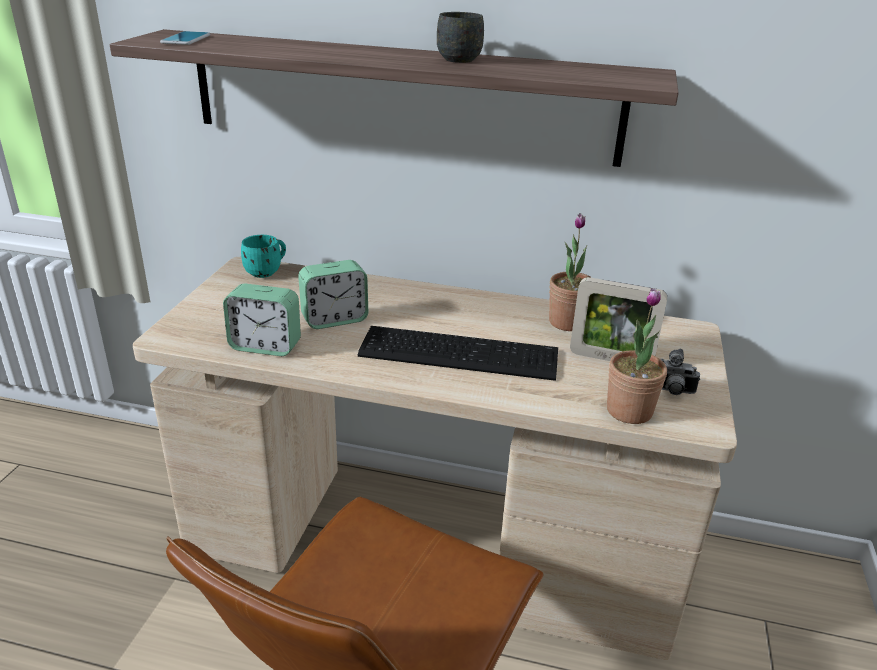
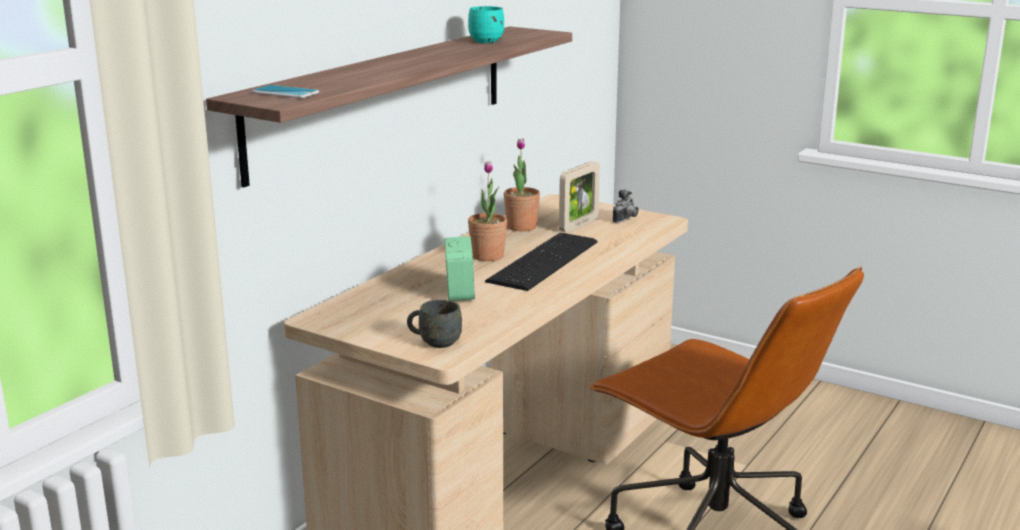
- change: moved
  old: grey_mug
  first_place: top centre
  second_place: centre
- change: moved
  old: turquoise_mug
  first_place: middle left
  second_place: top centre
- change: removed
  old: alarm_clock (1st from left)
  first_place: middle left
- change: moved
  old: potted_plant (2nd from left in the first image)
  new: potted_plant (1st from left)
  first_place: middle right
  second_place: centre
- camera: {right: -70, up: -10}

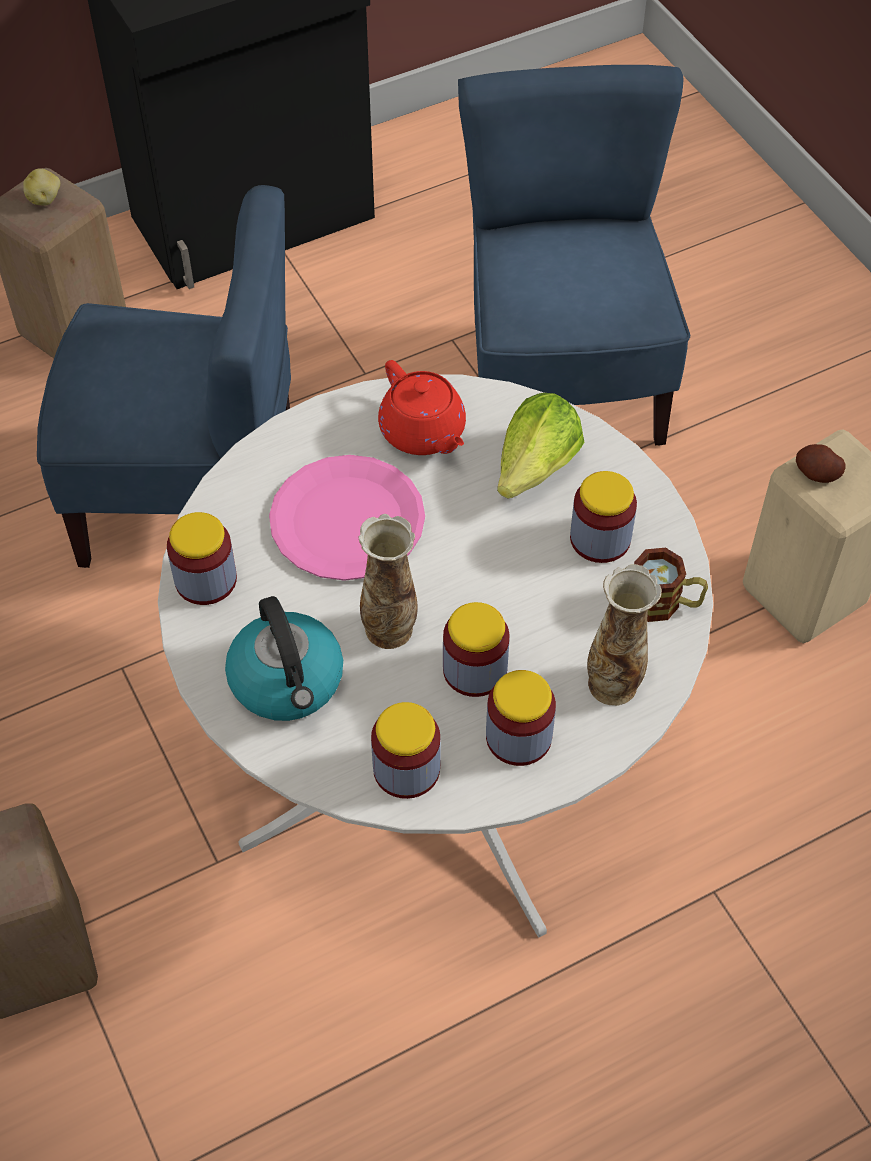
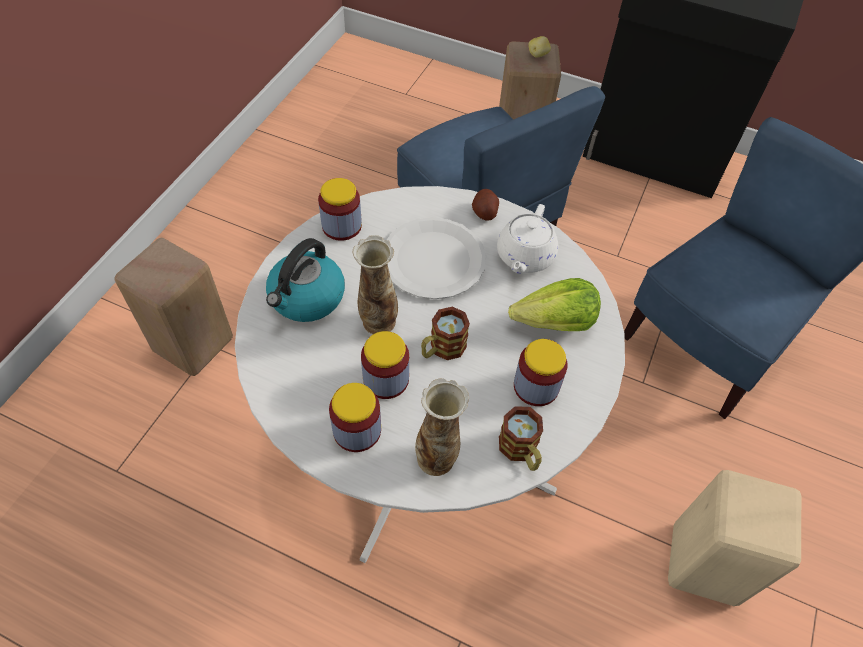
- change: recoloured
  old: red_teapot
  new: white_teapot
  first_place: centre
  second_place: centre
- change: moved
  old: potato (2nd from left in the first image)
  new: potato (1st from left)
  first_place: middle right
  second_place: top centre
- change: recoloured
  old: pink_plate
  new: white_plate
  first_place: centre
  second_place: centre
- change: removed
  old: jar (2nd from left)
  first_place: centre
- change: added
  new: mug (1st from left)
  second_place: centre
- camera: {right: 50, up: 0}

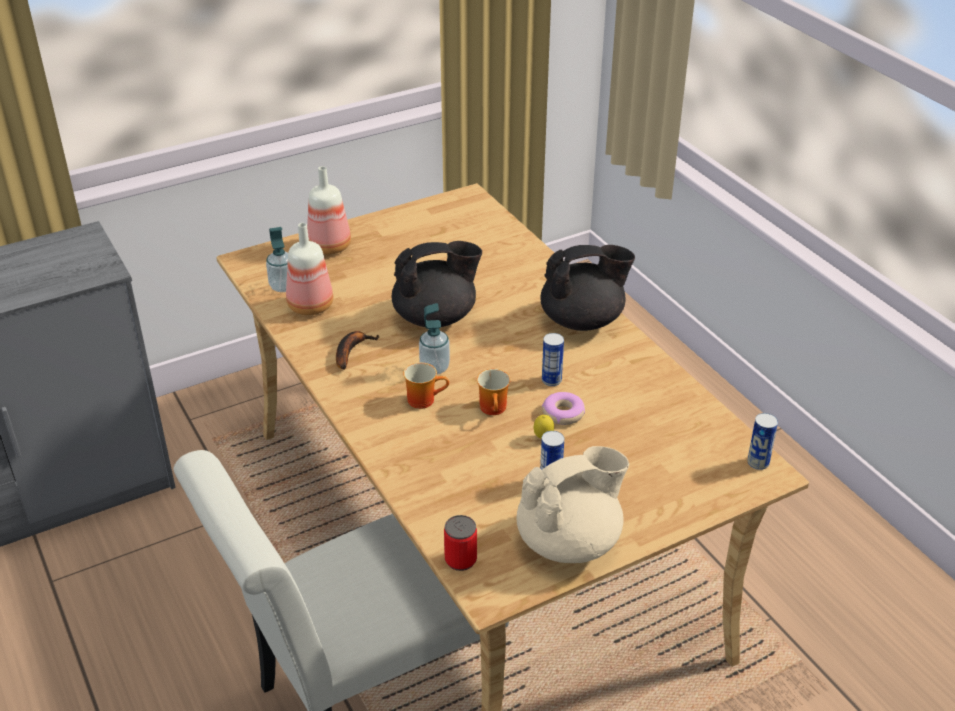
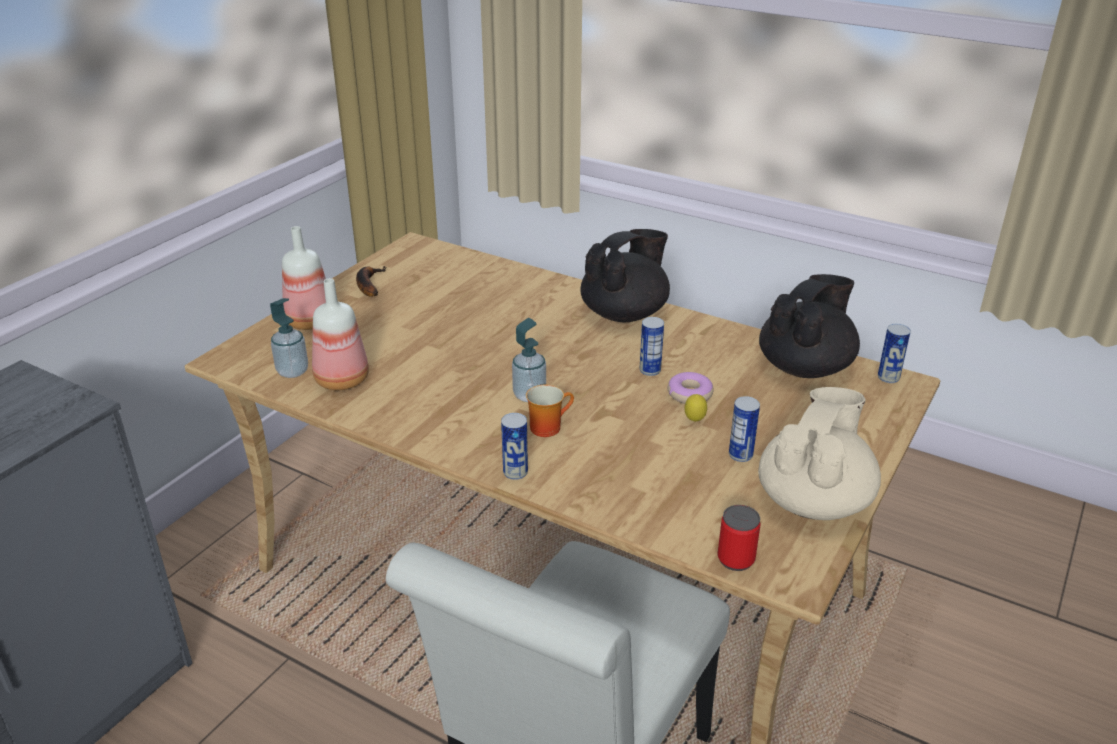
- change: moved
  old: black_teapot (1st from left in the first image)
  new: black_teapot (2nd from left)
  first_place: centre
  second_place: middle right
- change: moved
  old: banana
  first_place: centre
  second_place: middle left
- change: removed
  old: mug (2nd from left)
  first_place: centre
- change: added
  new: can (1st from left)
  second_place: centre
- camera: {right: -30, up: -5}

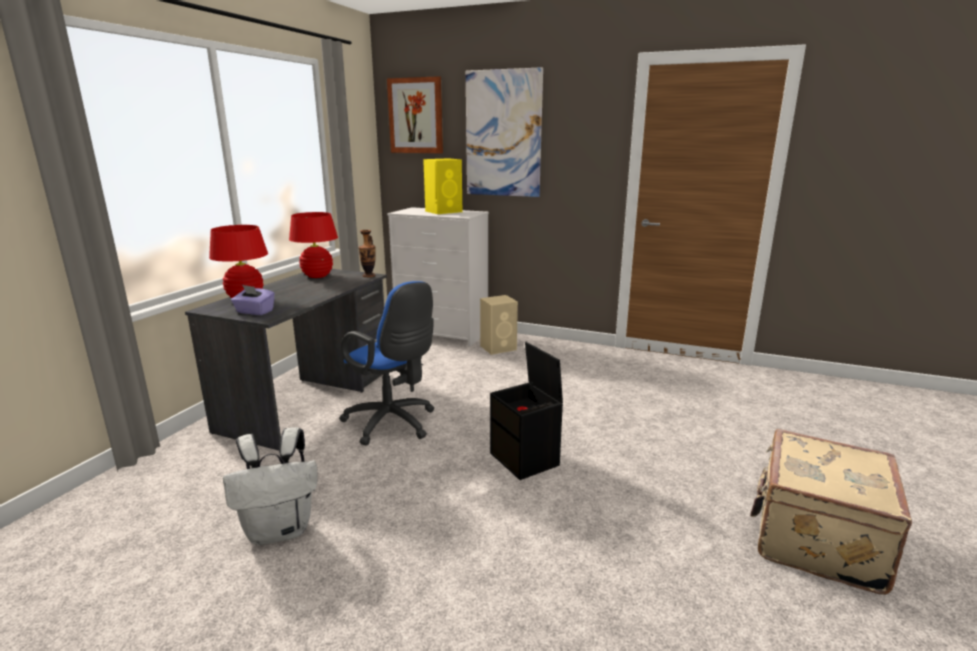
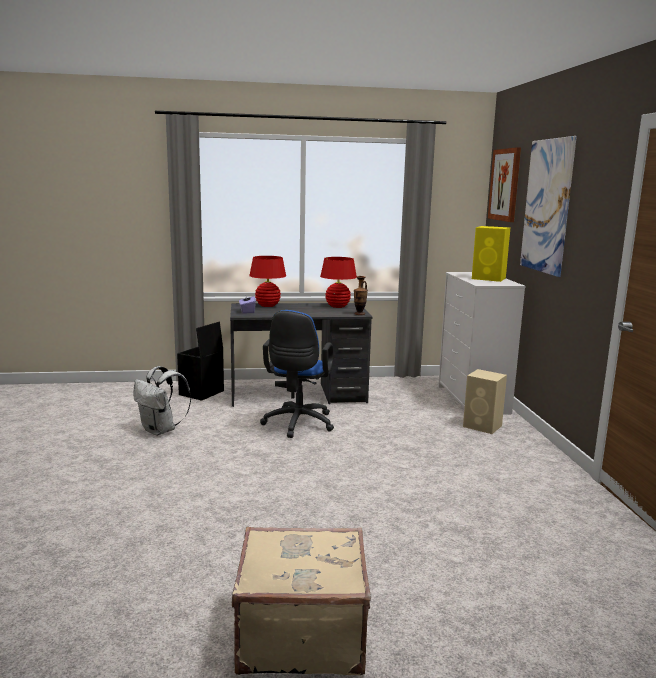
- change: moved
  old: black_storage_box
  first_place: centre
  second_place: middle left
- camera: {right: 60, up: -5}

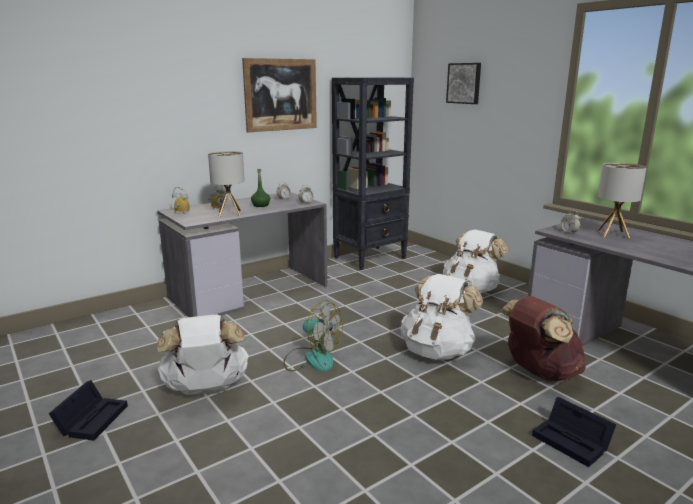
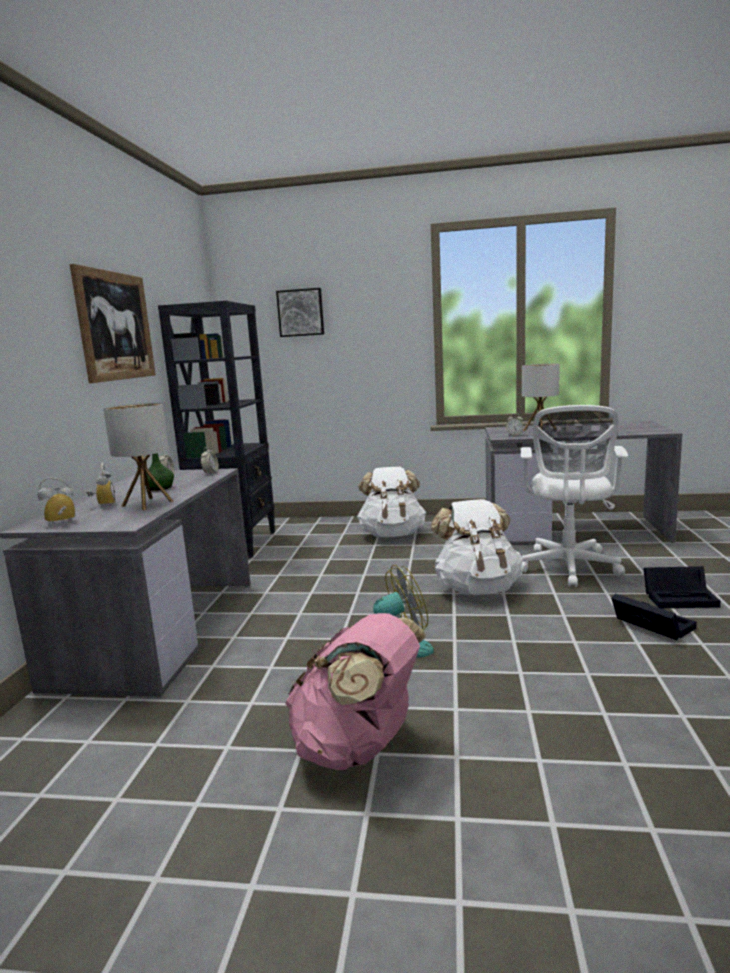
- change: replaced
  old: brown_backpack
  new: white_office_chair
  first_place: bottom right
  second_place: middle right
- change: recoloured
  old: white_backpack (1st from left)
  new: pink_backpack
  first_place: bottom left
  second_place: bottom centre
- change: moved
  old: black_storage_box (1st from left)
  first_place: bottom left
  second_place: middle right
- camera: {right: -45, up: -5}

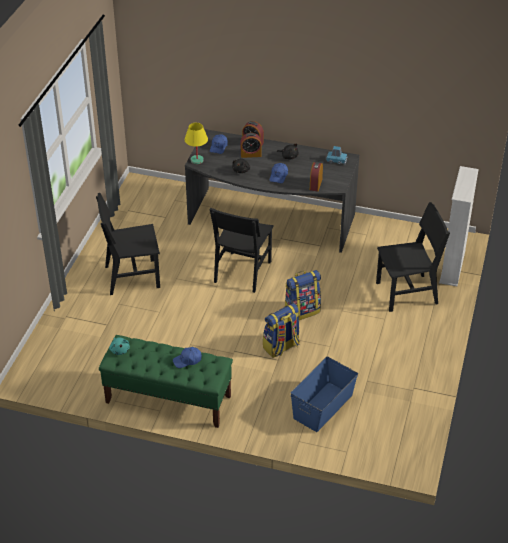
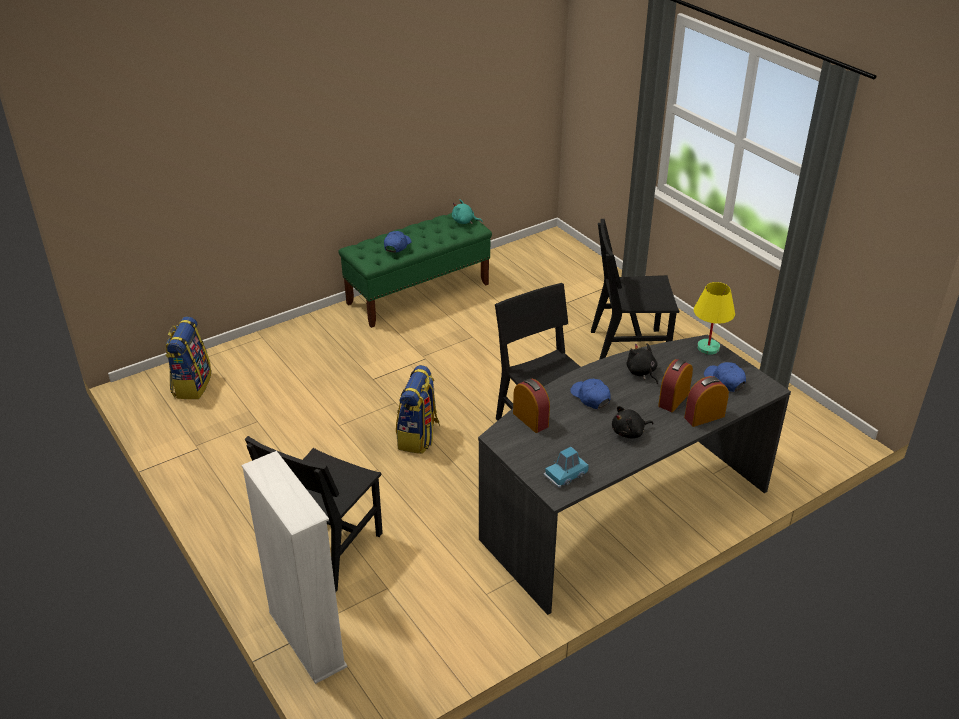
- change: turned
  old: black_chair (1st from left in the first image)
  first_place: middle left
  second_place: centre
  degrees: -120
- change: moved
  old: backpack (1st from left)
  first_place: centre
  second_place: middle left
- change: removed
  old: blue_storage_box
  first_place: bottom centre
- camera: {right: 130, up: -5}

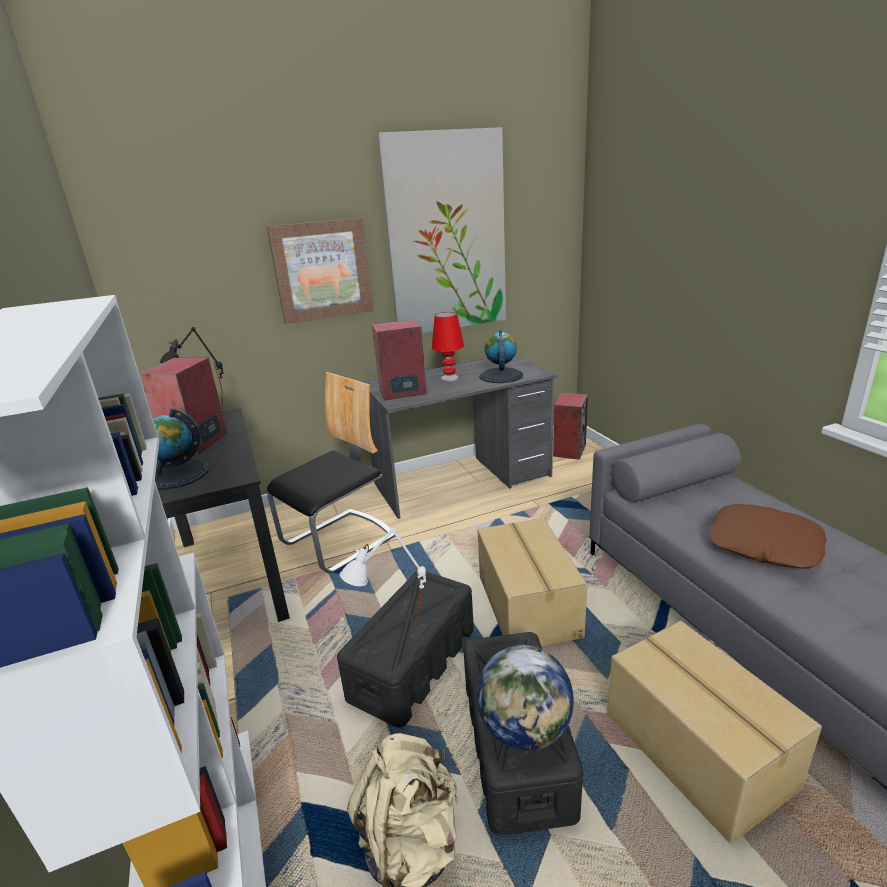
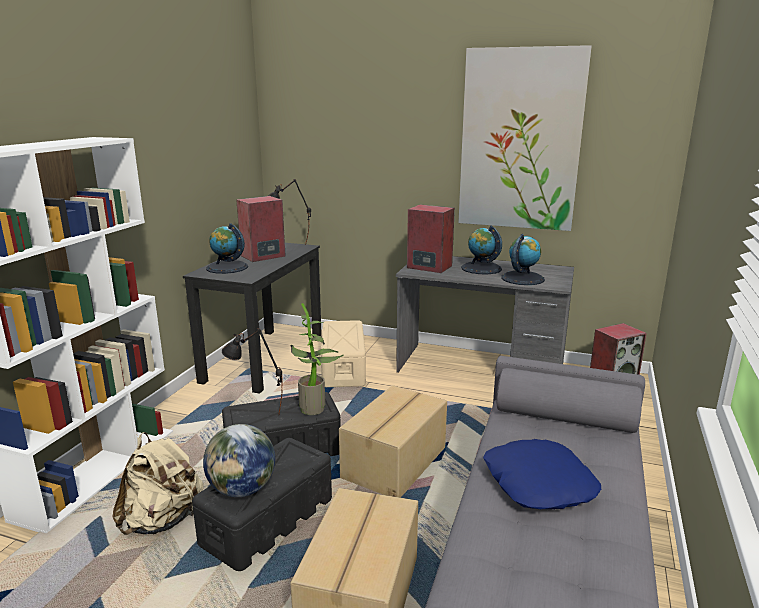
- change: removed
  old: picture (1st from left)
  first_place: top centre
- change: replaced
  old: red_table_lamp
  new: globe (3rd from left)
  first_place: centre
  second_place: centre
- change: replaced
  old: chair
  new: beige_storage_box
  first_place: centre
  second_place: centre
- change: recoloured
  old: brown_pillow
  new: blue_pillow
  first_place: middle right
  second_place: bottom right
- change: recoloured
  old: white_table_lamp
  new: black_table_lamp (1st from left)
  first_place: centre
  second_place: middle left
- change: added
  new: potted_plant
  second_place: centre
- camera: {right: 40, up: -5}

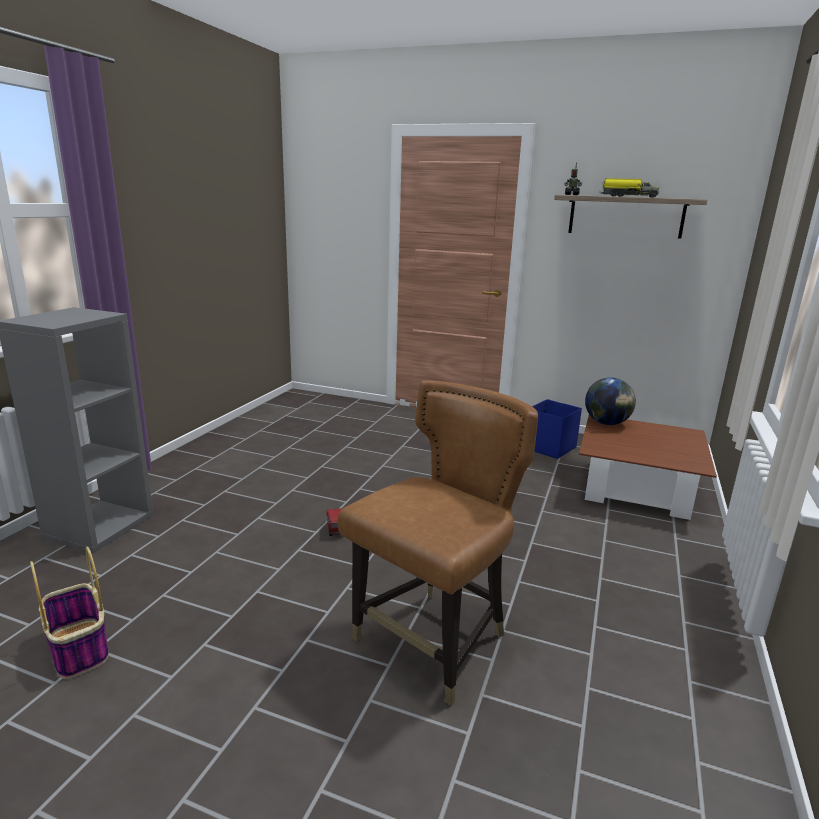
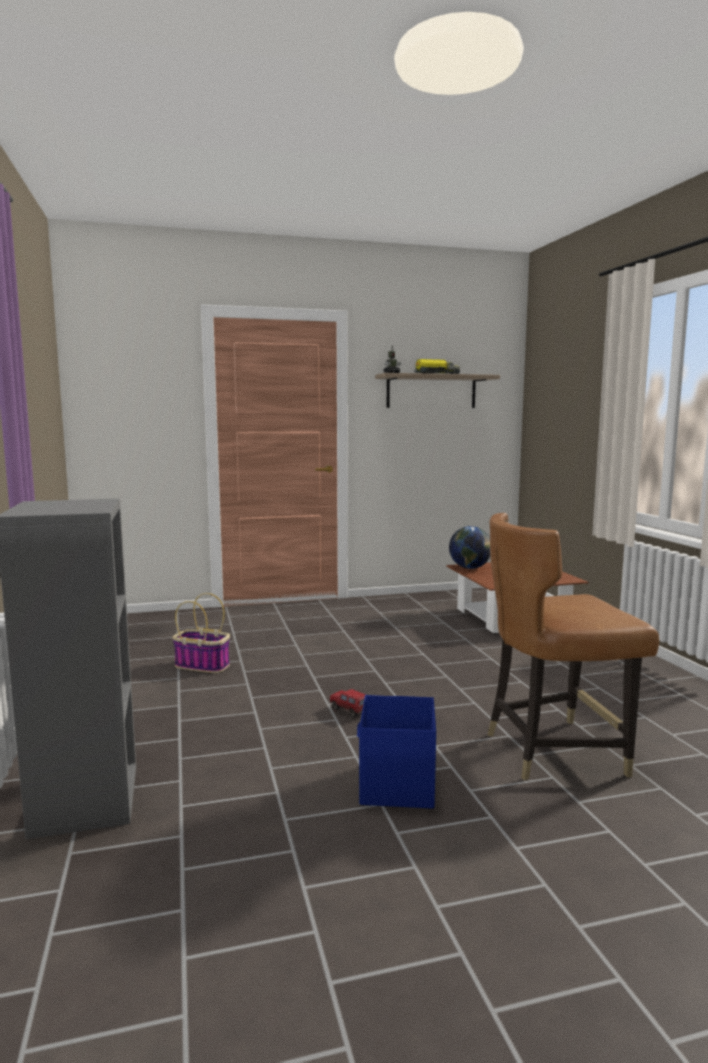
- change: turned
  old: brown_chair
  first_place: centre
  second_place: middle right
  degrees: -105
- change: moved
  old: blue_storage_box
  first_place: middle right
  second_place: bottom centre
- change: moved
  old: basket
  first_place: bottom left
  second_place: middle left
- camera: {right: -35, up: -10}

